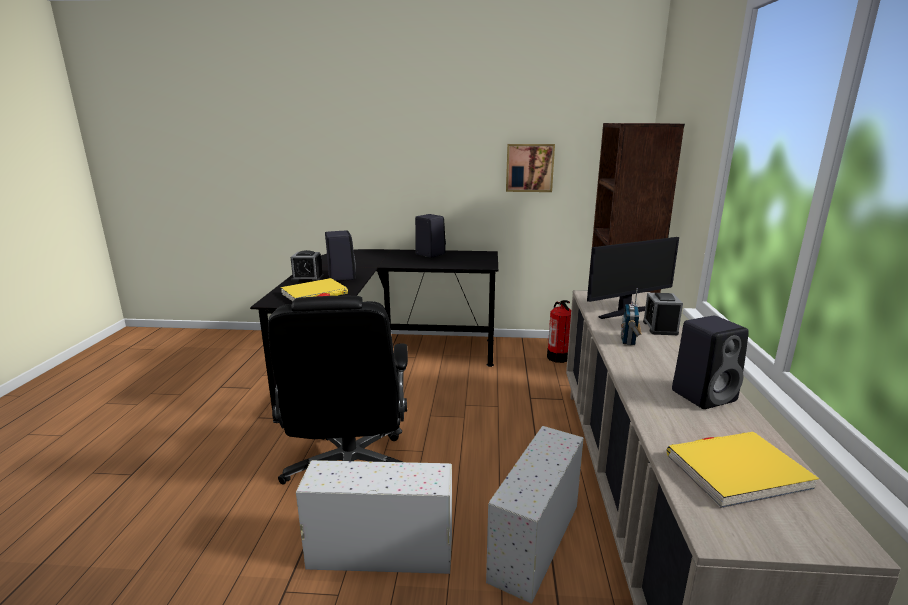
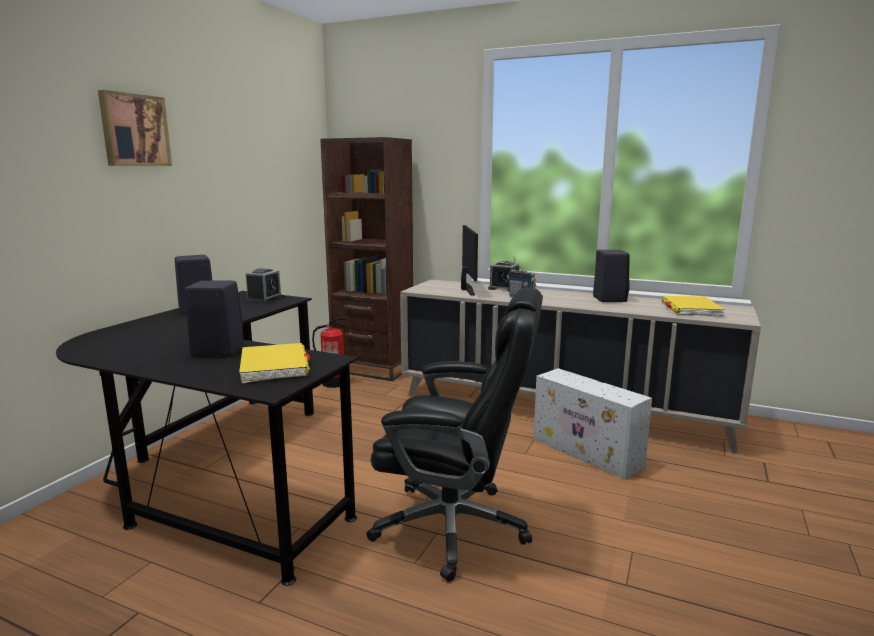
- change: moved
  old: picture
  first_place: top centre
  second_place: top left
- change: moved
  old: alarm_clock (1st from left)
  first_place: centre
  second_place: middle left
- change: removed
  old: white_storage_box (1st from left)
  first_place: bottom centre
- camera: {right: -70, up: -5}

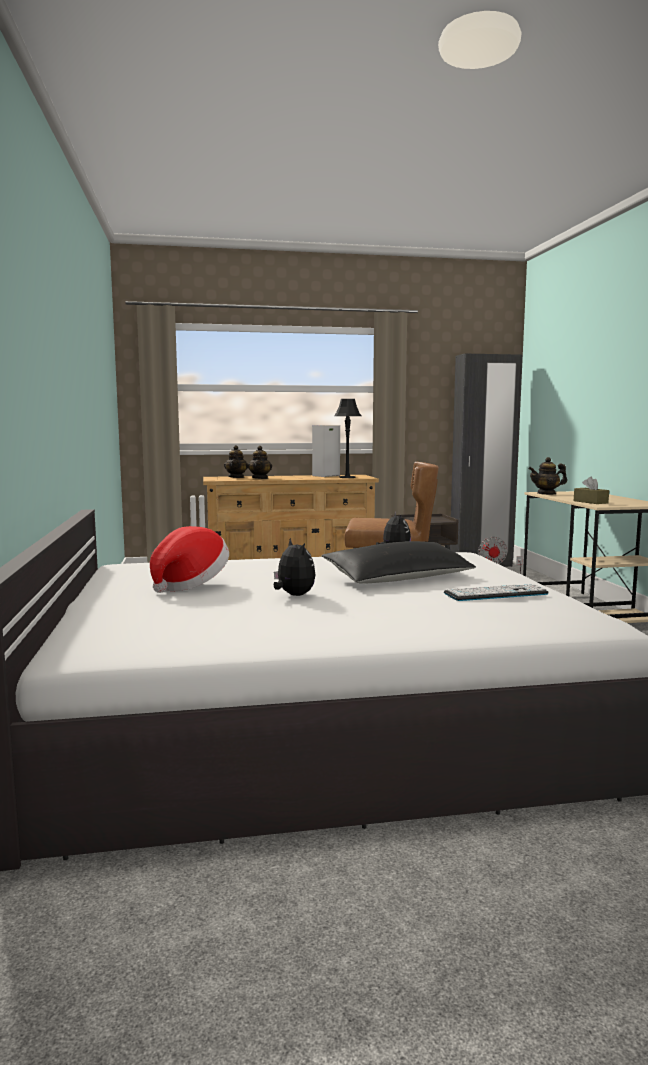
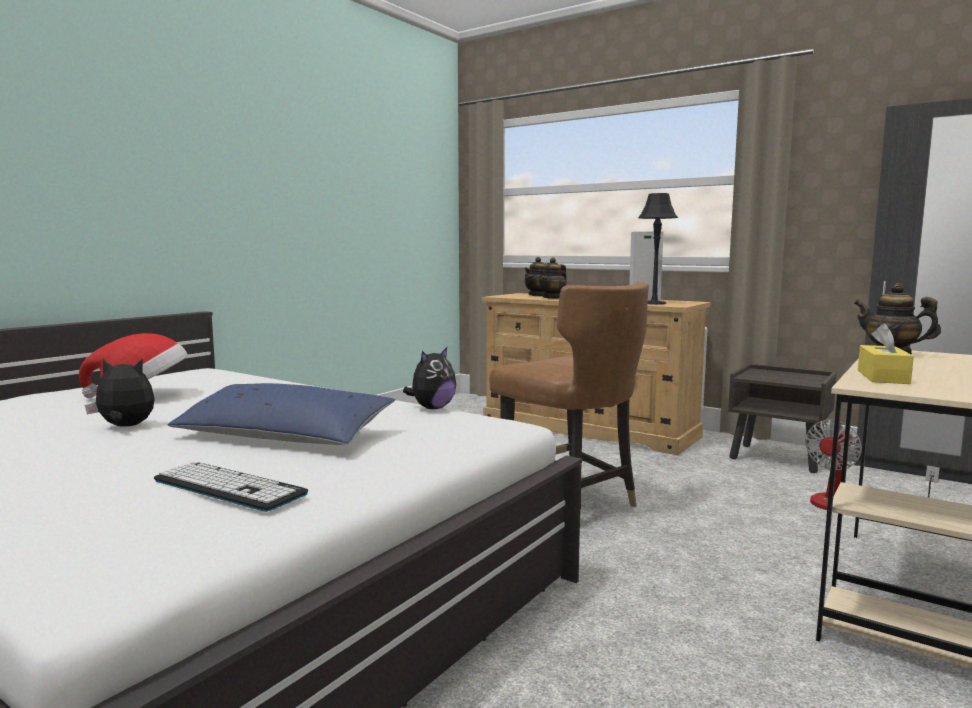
- change: recoloured
  old: brown_tissue_box
  new: yellow_tissue_box
  first_place: middle right
  second_place: middle right
- change: turned
  old: plush_toy (1st from left)
  first_place: centre
  second_place: middle left
  degrees: -105
- change: recoloured
  old: black_pillow
  new: blue_pillow
  first_place: centre
  second_place: middle left
- camera: {right: 45, up: 0}

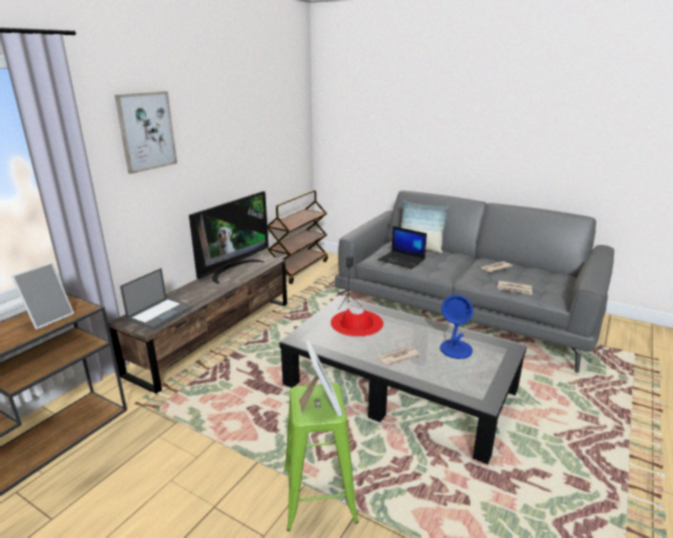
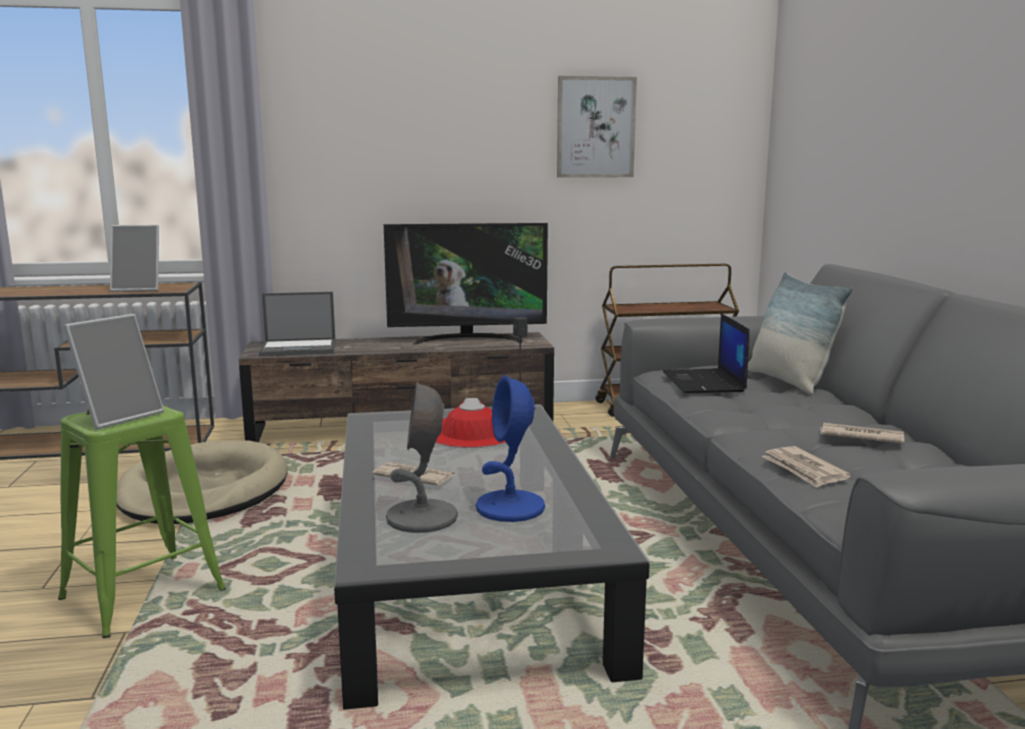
- change: moved
  old: picture
  first_place: top left
  second_place: top centre
- change: added
  new: grey_table_lamp
  second_place: centre
- change: added
  new: beige_dog_bed
  second_place: middle left
- camera: {right: 50, up: -10}

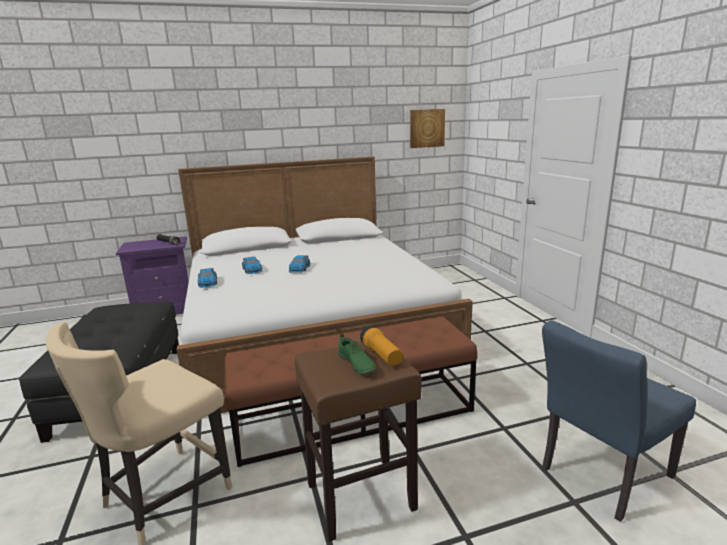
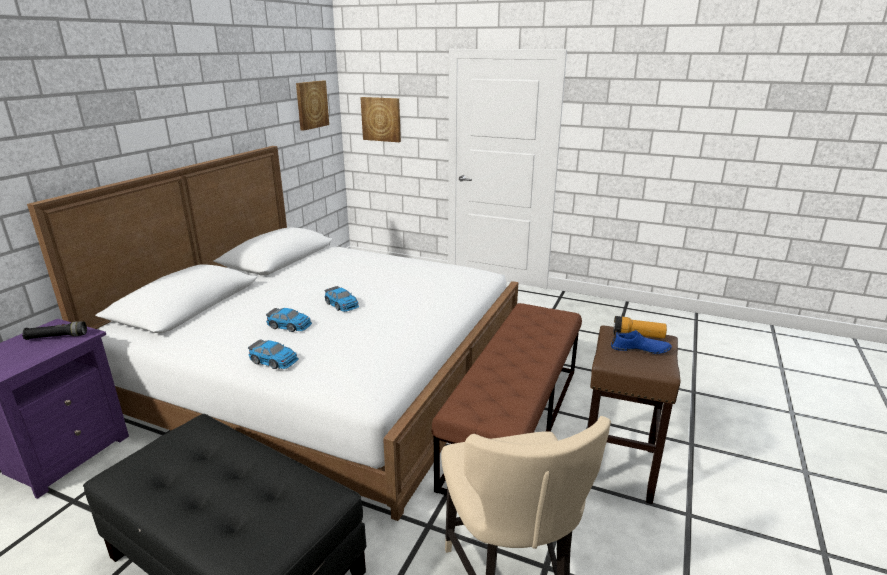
- change: removed
  old: blue_chair
  first_place: bottom right
- change: recoloured
  old: green_shoe
  new: blue_shoe
  first_place: centre
  second_place: middle right
- change: added
  new: picture (2nd from left)
  second_place: top centre
- camera: {right: -50, up: 5}

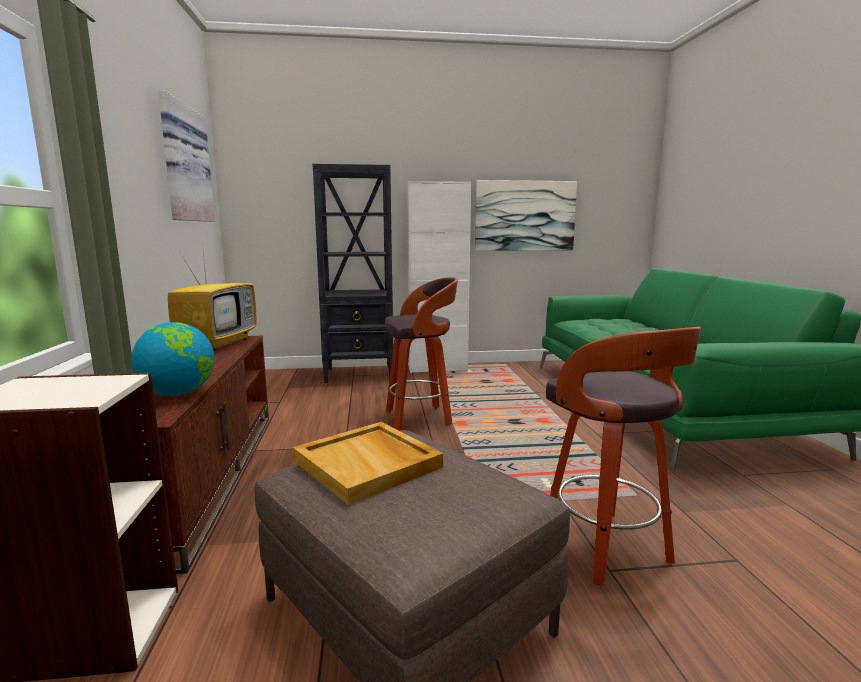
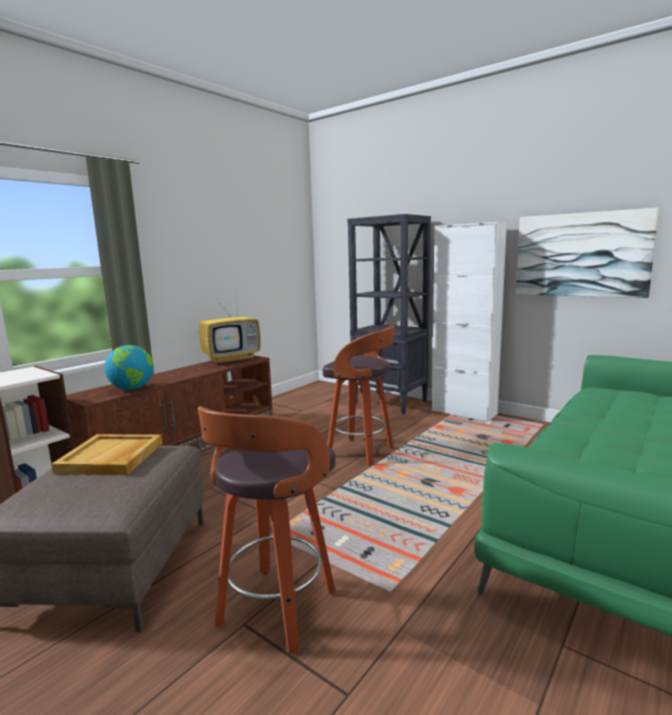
- change: removed
  old: picture (1st from left)
  first_place: top left
- camera: {right: 45, up: 0}

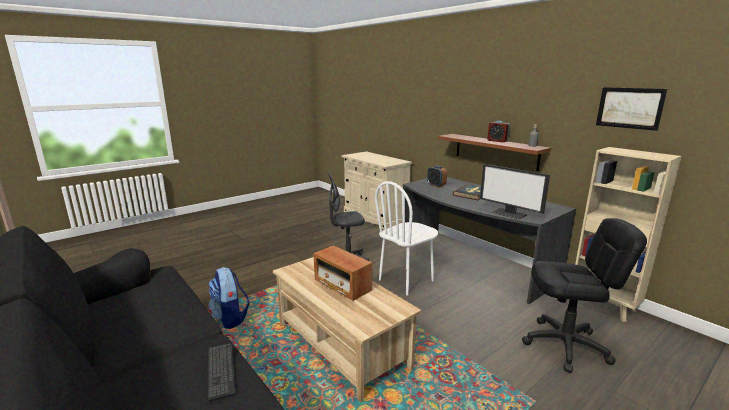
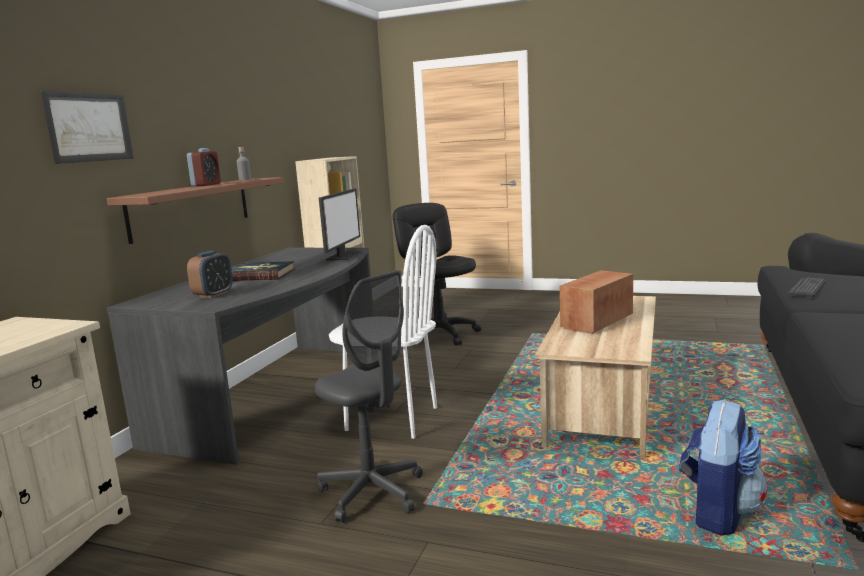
- change: moved
  old: picture
  first_place: top right
  second_place: top left
- change: turned
  old: radio
  first_place: centre
  second_place: middle right
  degrees: -150
- camera: {right: -120, up: -5}

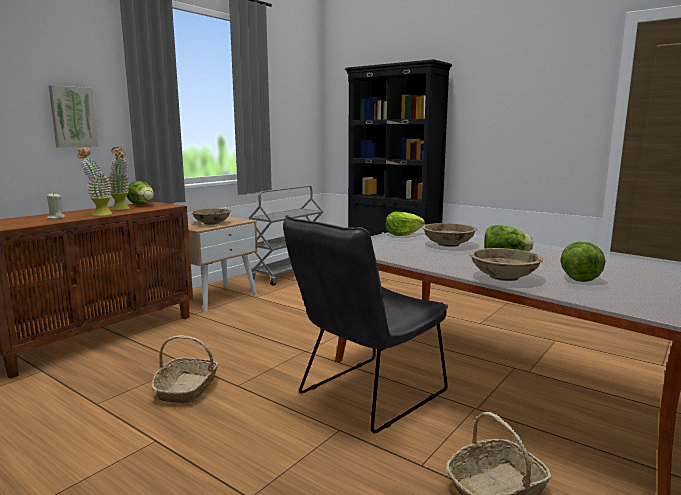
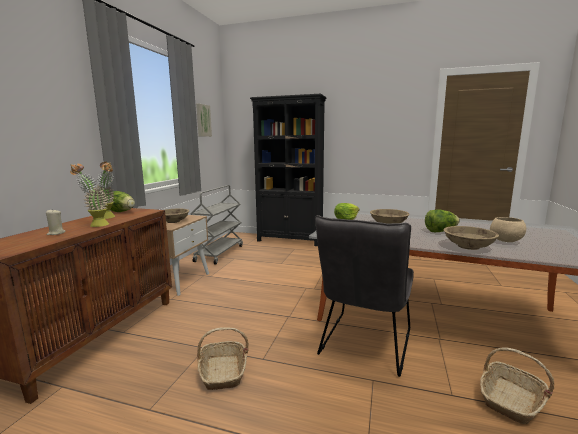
- change: moved
  old: picture
  first_place: top left
  second_place: top centre
- change: replaced
  old: lettuce (4th from left)
  new: beige_bowl (4th from left)
  first_place: middle right
  second_place: middle right
- camera: {right: -20, up: 0}

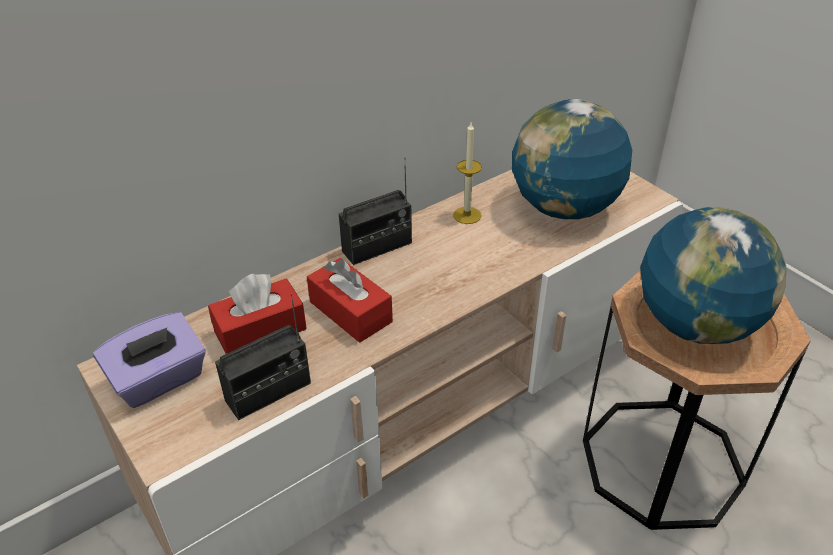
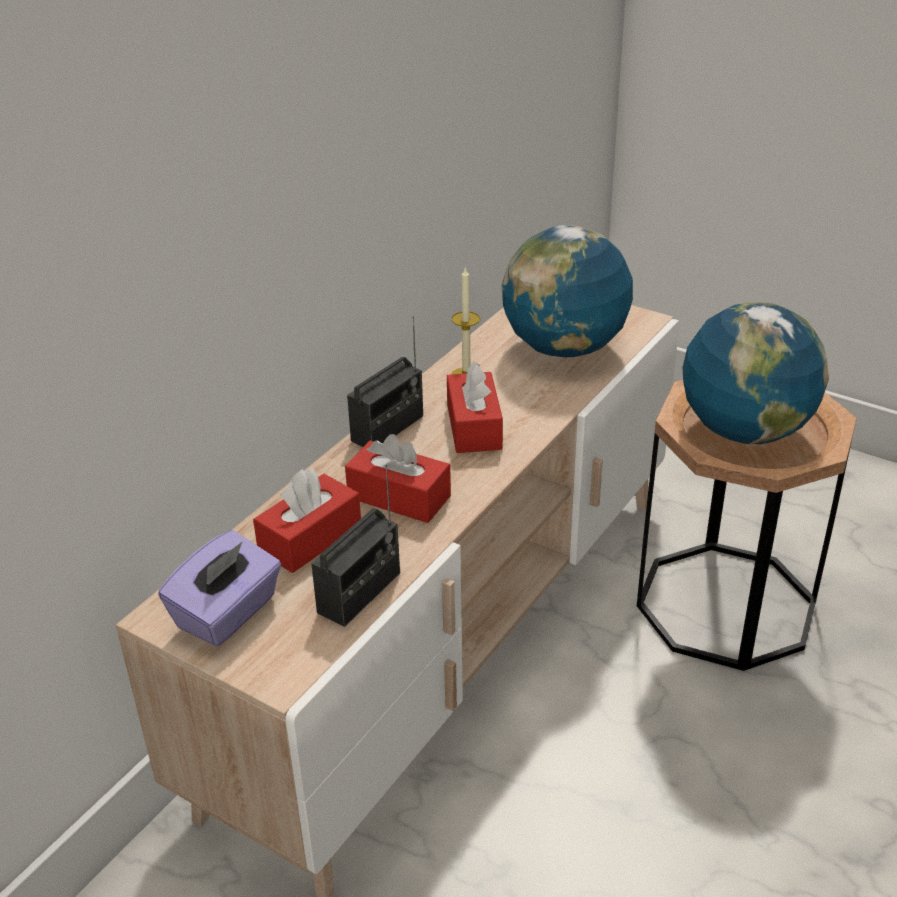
- change: added
  new: red_tissue_box (3rd from left)
  second_place: centre
- camera: {right: -20, up: -5}

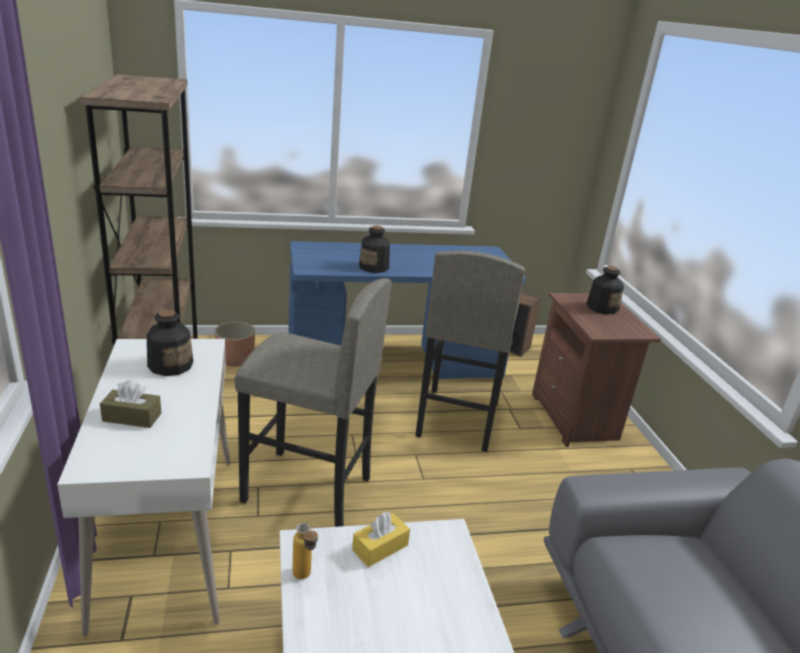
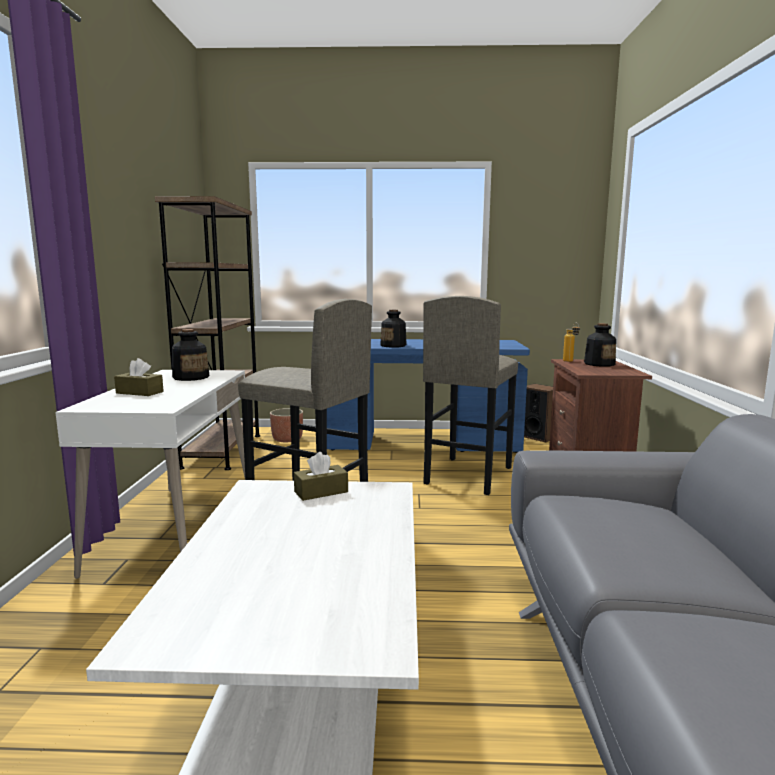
- change: recoloured
  old: yellow_tissue_box
  new: brown_tissue_box (2nd from left)
  first_place: bottom centre
  second_place: centre
- change: moved
  old: bottle (2nd from left in the first image)
  new: bottle (3rd from left)
  first_place: bottom centre
  second_place: middle right
- camera: {right: 15, up: -15}

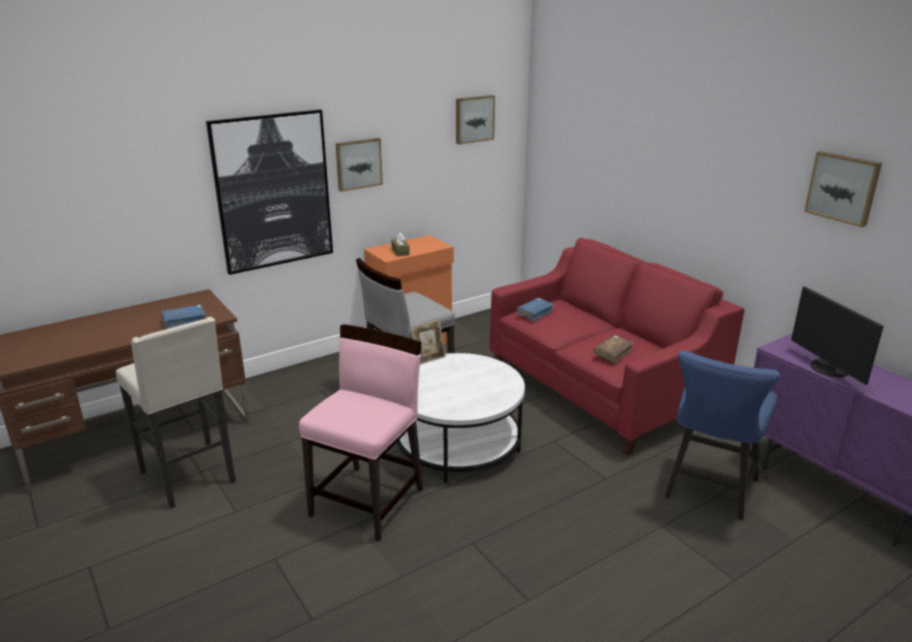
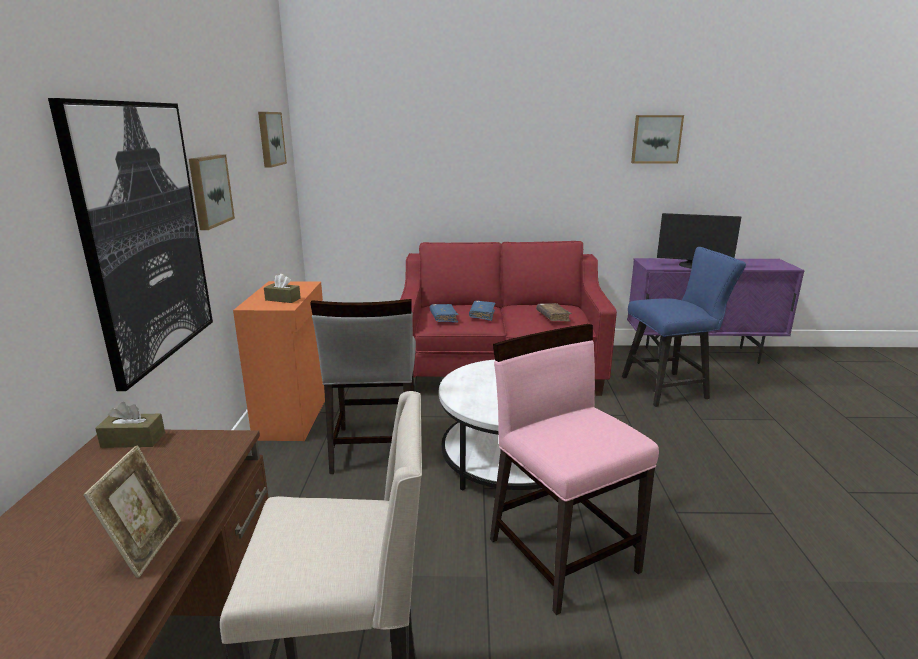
- change: moved
  old: blue_book (1st from left in the first image)
  new: blue_book (2nd from left)
  first_place: middle left
  second_place: centre
- change: moved
  old: picture_frame
  first_place: centre
  second_place: bottom left
- change: turned
  old: blue_chair
  first_place: bottom right
  second_place: middle right
  degrees: -75
- change: added
  new: brown_tissue_box (1st from left)
  second_place: middle left
- camera: {right: -55, up: -5}

